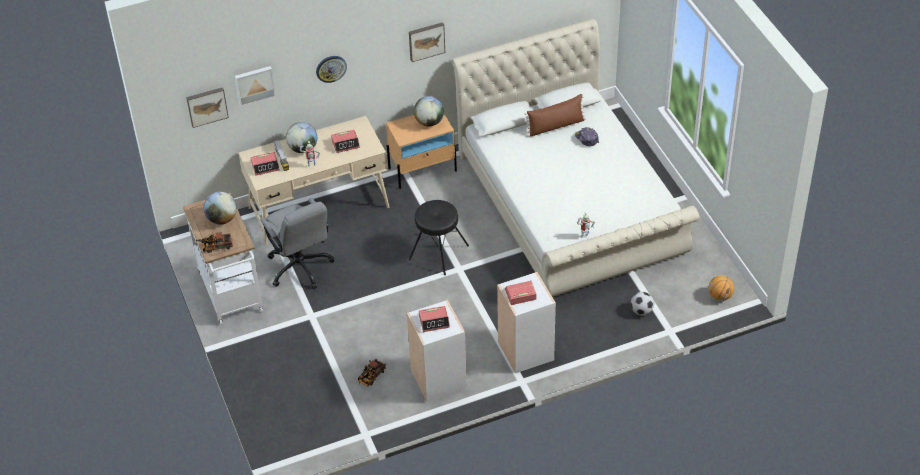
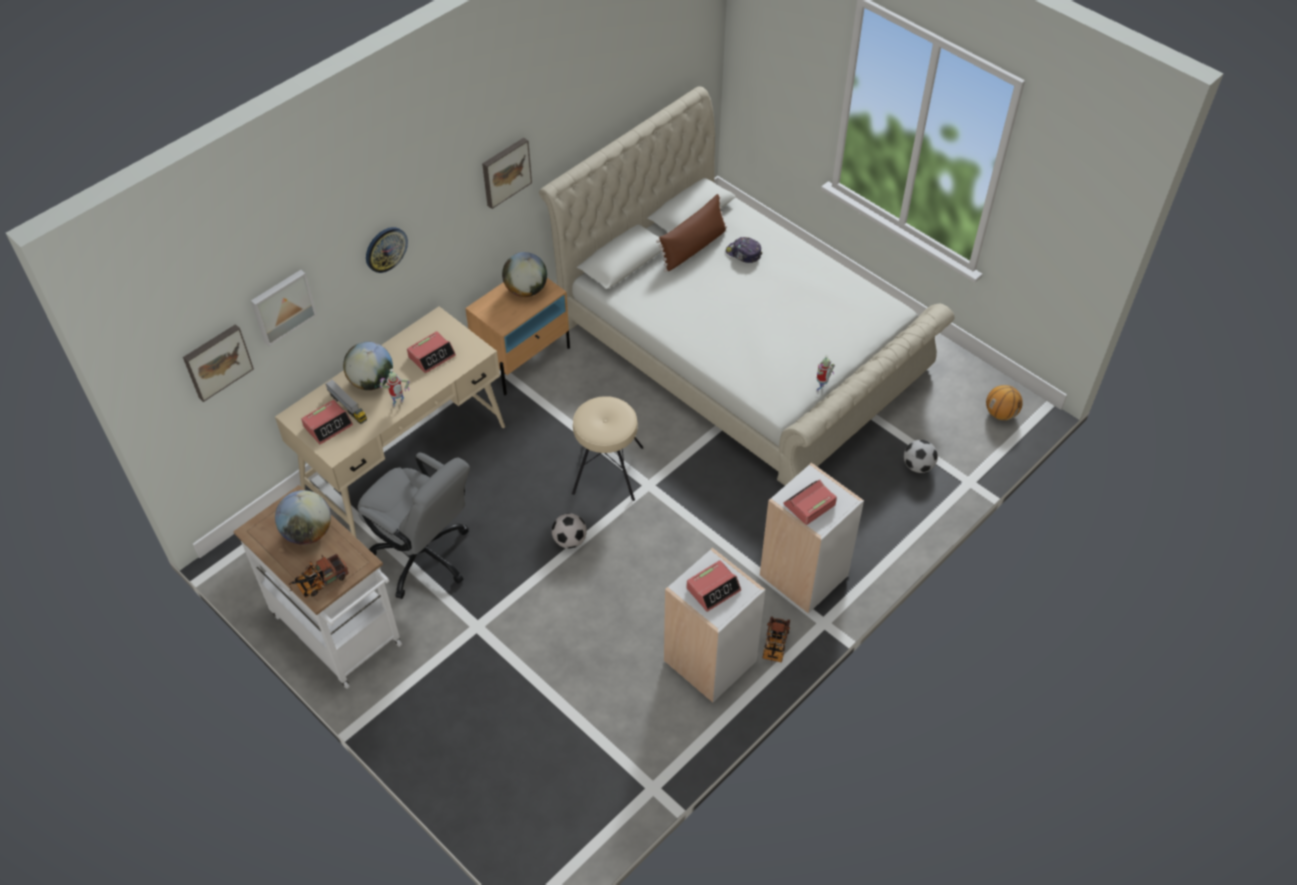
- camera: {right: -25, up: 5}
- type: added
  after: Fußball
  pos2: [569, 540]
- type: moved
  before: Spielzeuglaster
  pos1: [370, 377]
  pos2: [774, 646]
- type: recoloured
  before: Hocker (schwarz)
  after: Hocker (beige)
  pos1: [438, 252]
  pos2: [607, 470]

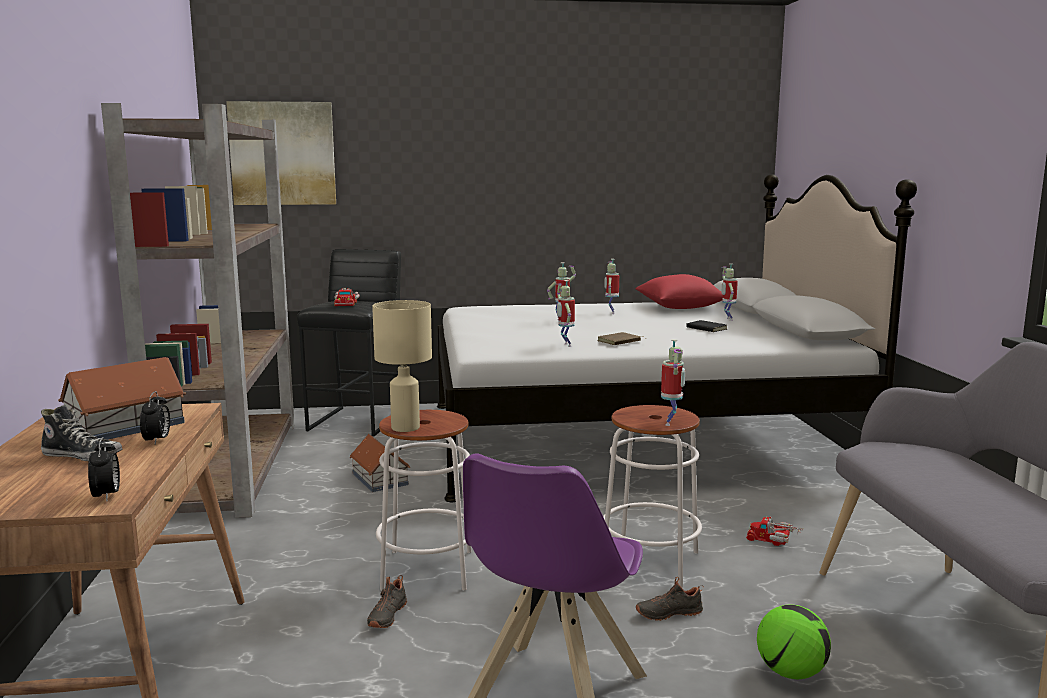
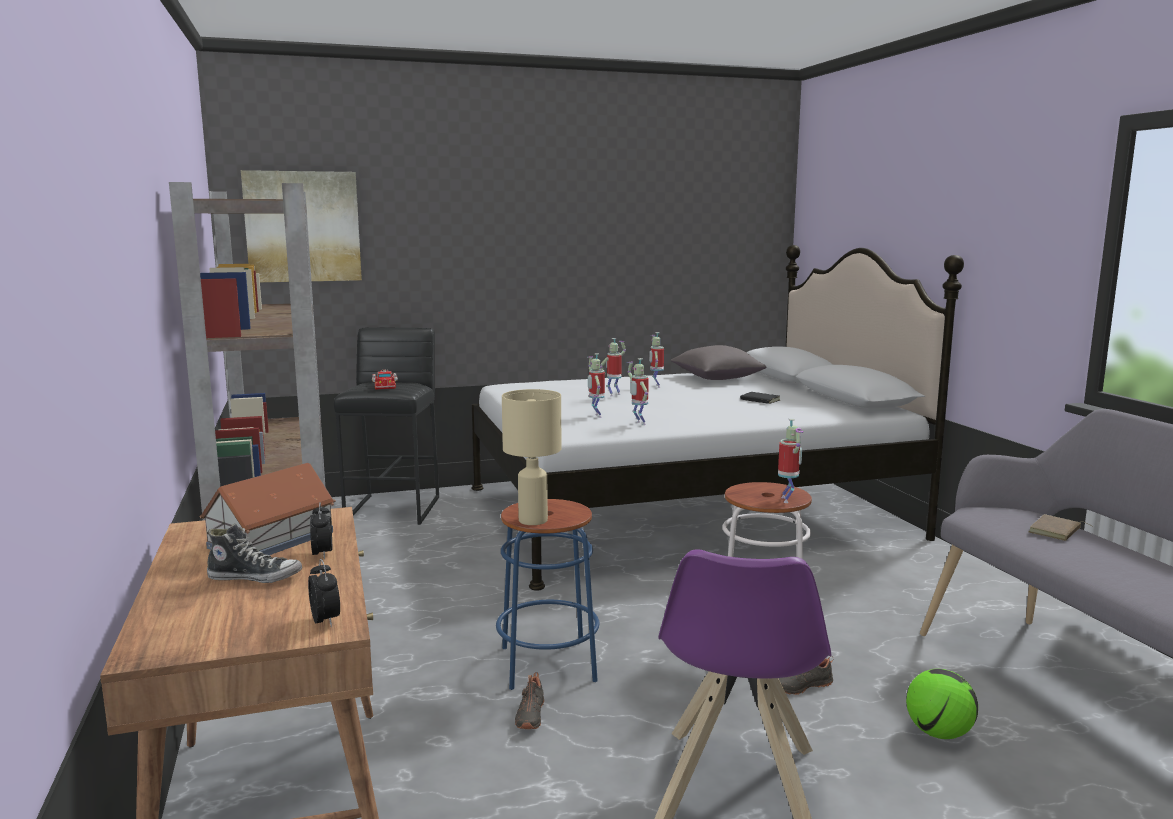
- camera: {right: -10, up: 0}
- type: removed
  before: Spielzeughaus
  pos1: [380, 478]
- type: removed
  before: Spielzeuglaster
  pos1: [774, 540]
- type: moved
  before: Buch (braun)
  pos1: [619, 341]
  pos2: [1056, 531]
- type: moved
  before: Spielzeugroboter
  pos1: [727, 319]
  pos2: [596, 416]
- type: recoloured
  before: Hocker (weiß)
  after: Hocker (blau)
  pos1: [427, 570]
  pos2: [548, 663]
- type: recoloured
  before: Kissen (rot)
  after: Kissen (grau)
  pos1: [679, 308]
  pos2: [716, 378]

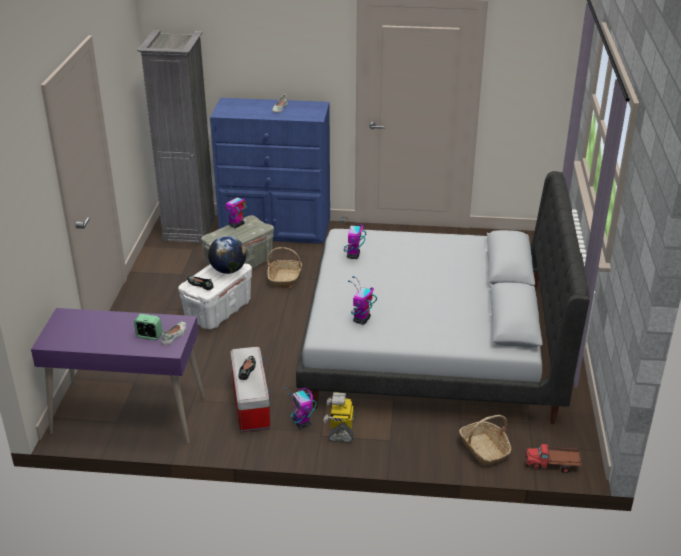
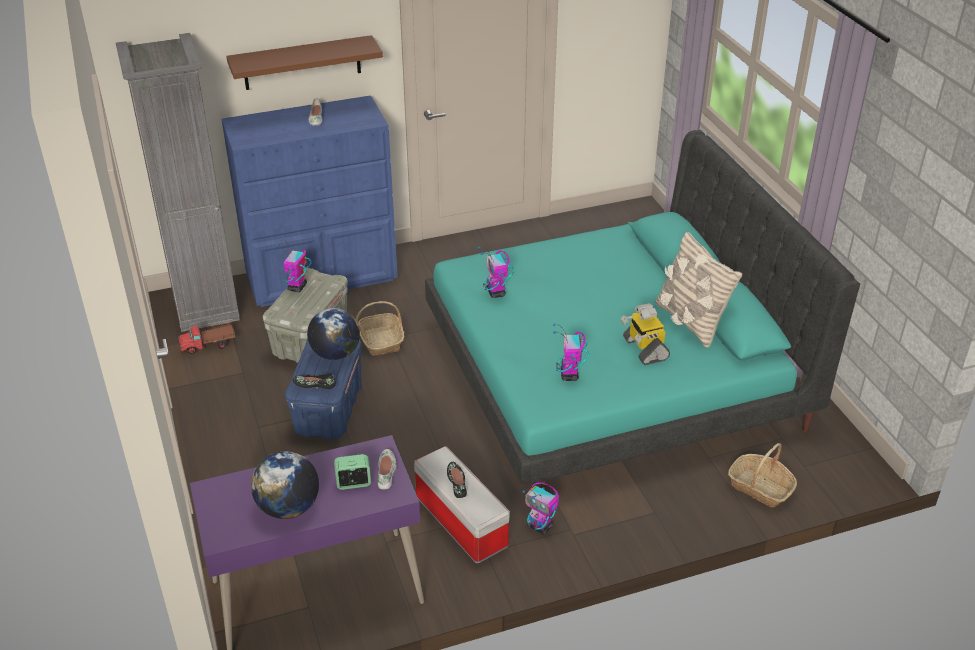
- camera: {right: -25, up: 5}
- type: added
  after: Wandregal (braun)
  pos2: [302, 63]
- type: added
  after: Globus
  pos2: [288, 508]
- type: added
  after: Kissen (beige)
  pos2: [690, 322]
- type: moved
  before: Spielzeugroboter
  pos1: [341, 429]
  pos2: [644, 349]
- type: moved
  before: Spielzeuglaster
  pos1: [552, 464]
  pos2: [209, 344]
- type: recoloured
  before: Aufbewahrungsbox (weiß)
  after: Aufbewahrungsbox (blau)
  pos1: [218, 311]
  pos2: [329, 410]
- type: recoloured
  before: Bett (grau)
  after: Bett (türkis)
  pos1: [433, 342]
  pos2: [614, 373]

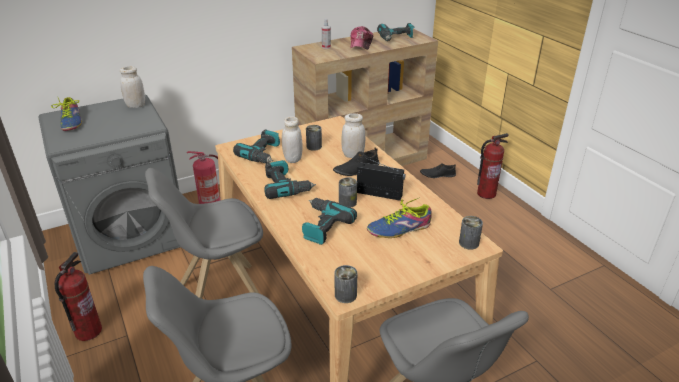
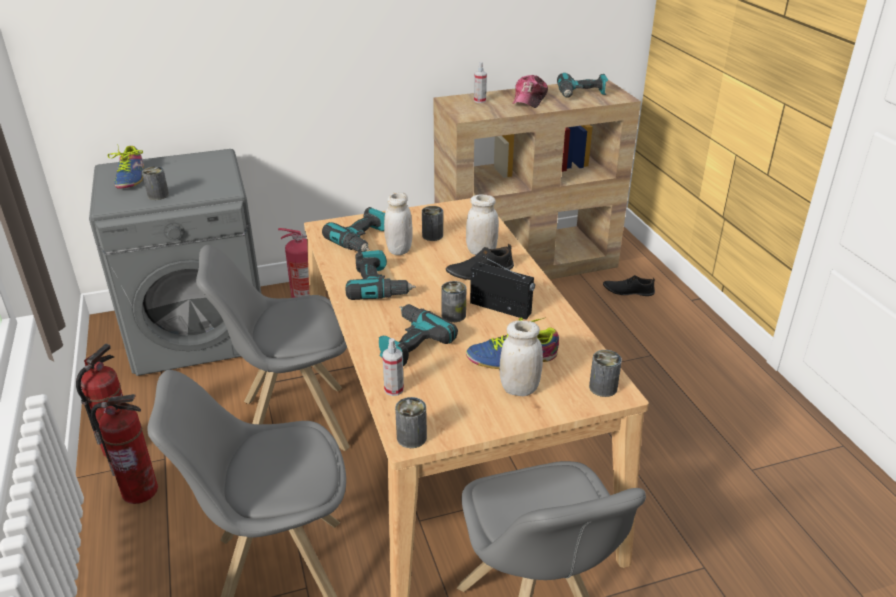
- camera: {right: 10, up: 0}
- type: added
  after: Dose
  pos2: [158, 195]
- type: added
  after: Sprühflasche
  pos2: [394, 389]
- type: moved
  before: Vorratsglas (weiß)
  pos1: [136, 105]
  pos2: [519, 389]
- type: moved
  before: Feuerlöscher
  pos1: [486, 193]
  pos2: [140, 490]

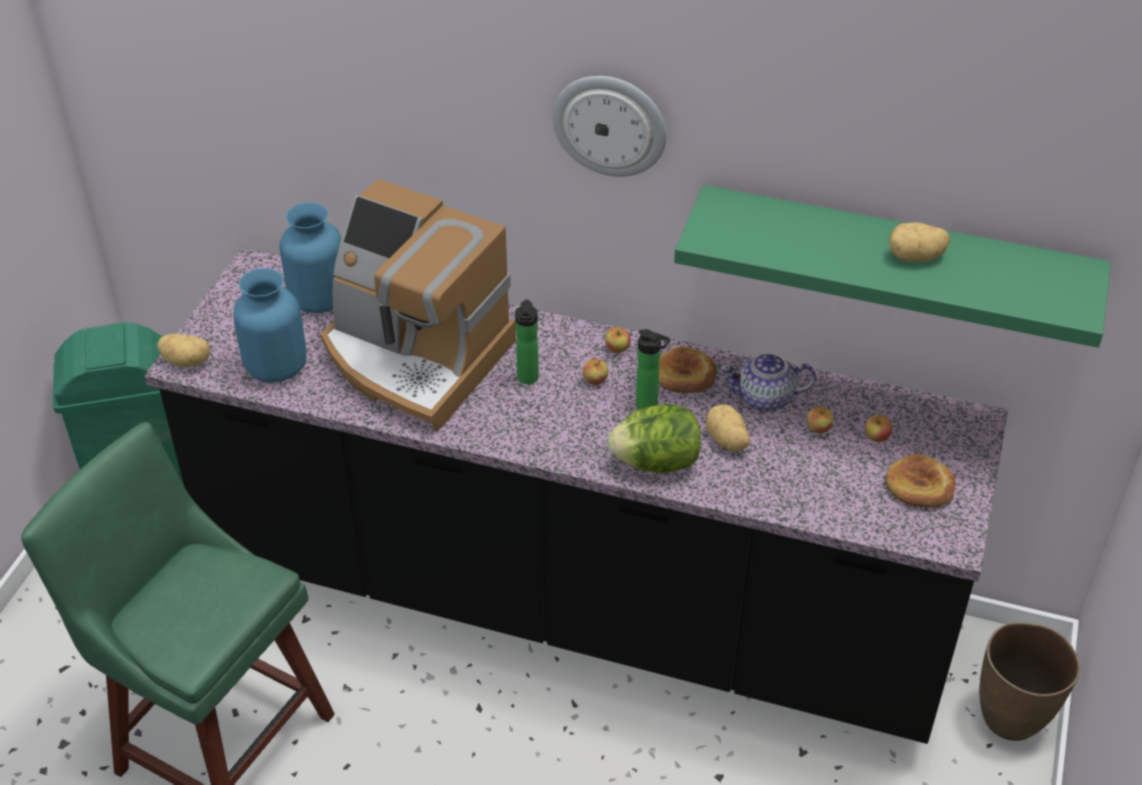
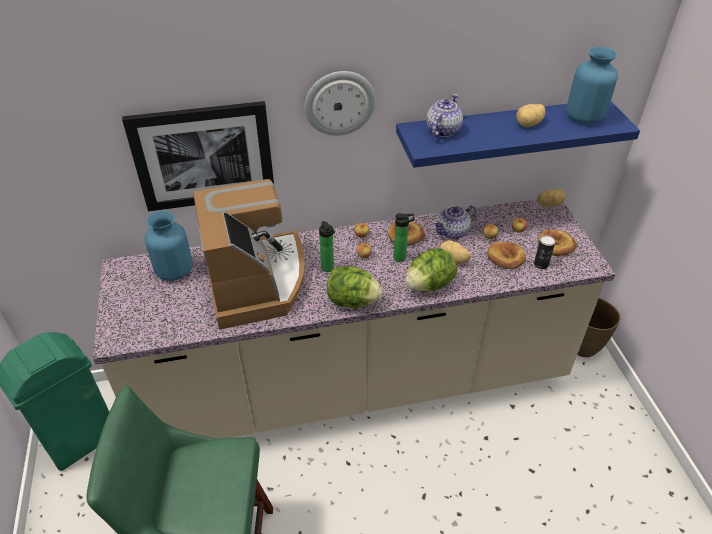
- camera: {right: -30, up: 0}
- type: added
  after: Bild
  pos2: [203, 156]
- type: added
  after: Salatkopf
  pos2: [352, 301]
- type: added
  after: Teekanne
  pos2: [442, 131]
- type: added
  after: Brot
  pos2: [506, 257]
- type: added
  after: Dose
  pos2: [541, 264]
- type: moved
  before: Kartoffel
  pos1: [187, 361]
  pos2: [549, 204]
- type: moved
  before: Vase (blau)
  pos1: [276, 367]
  pos2: [584, 117]
- type: recoloured
  before: Küchenzeile (schwarz)
  after: Küchenzeile (beige)
  pos1: [571, 603]
  pos2: [356, 385]
- type: recoloured
  before: Wandregal (grün)
  after: Wandregal (blau)
  pos1: [894, 259]
  pos2: [501, 133]
- type: turned
  before: Kaffeemaschine
  pos1: [414, 358]
  pos2: [256, 282]
  turn: -105

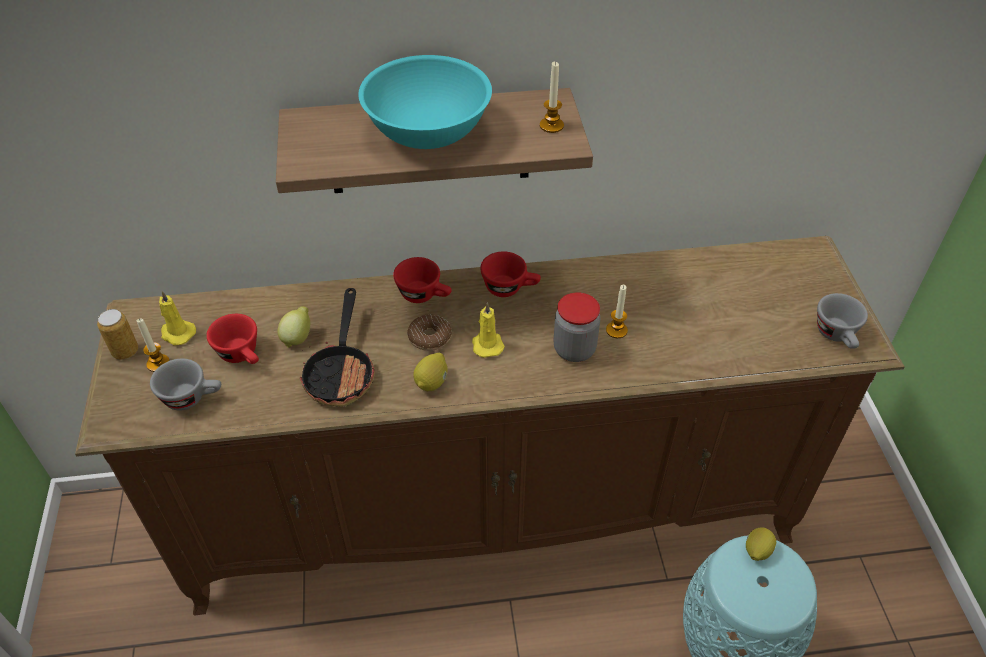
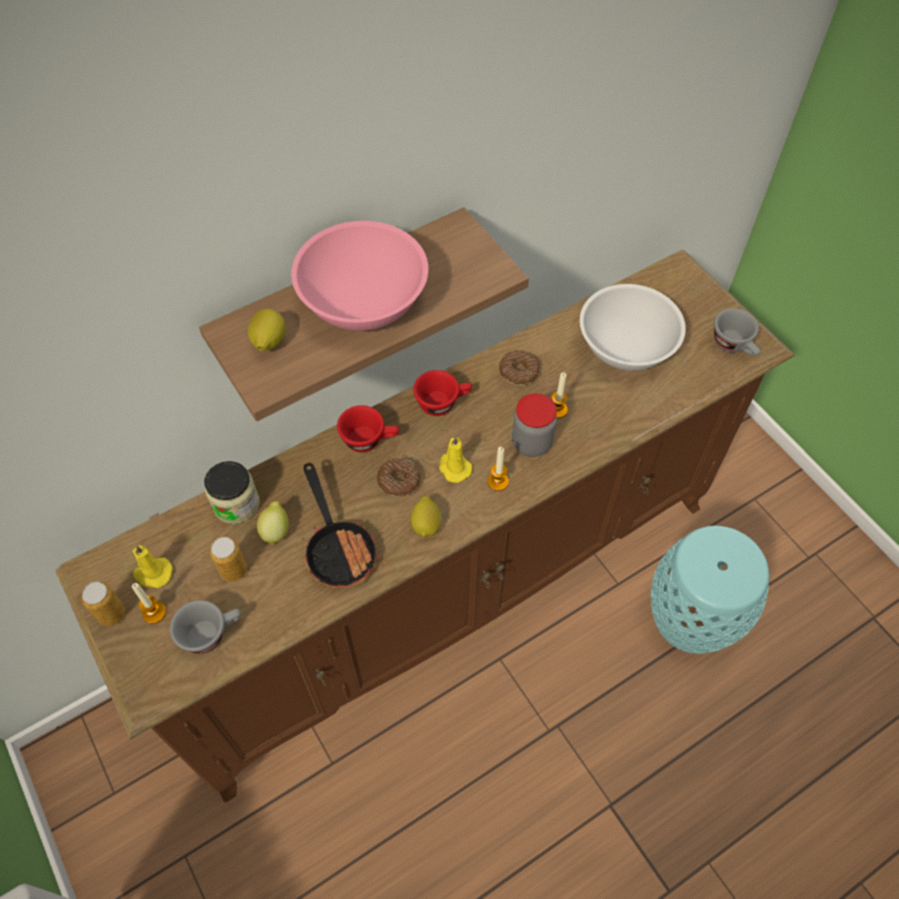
- camera: {right: -25, up: 10}
- type: added
  after: Vorratsglas
  pos2: [236, 504]
- type: added
  after: Donut
  pos2: [518, 372]
- type: added
  after: Schüssel (weiß)
  pos2: [625, 347]
- type: moved
  before: Kerze
  pos1: [551, 125]
  pos2: [498, 482]
- type: moved
  before: Zitrone
  pos1: [757, 551]
  pos2: [269, 342]
- type: replaced
  before: Tasse (rot)
  after: Dose
  pos1: [242, 355]
  pos2: [233, 570]
- type: recoloured
  before: Schüssel (türkis)
  after: Schüssel (rosa)
  pos1: [426, 131]
  pos2: [363, 303]

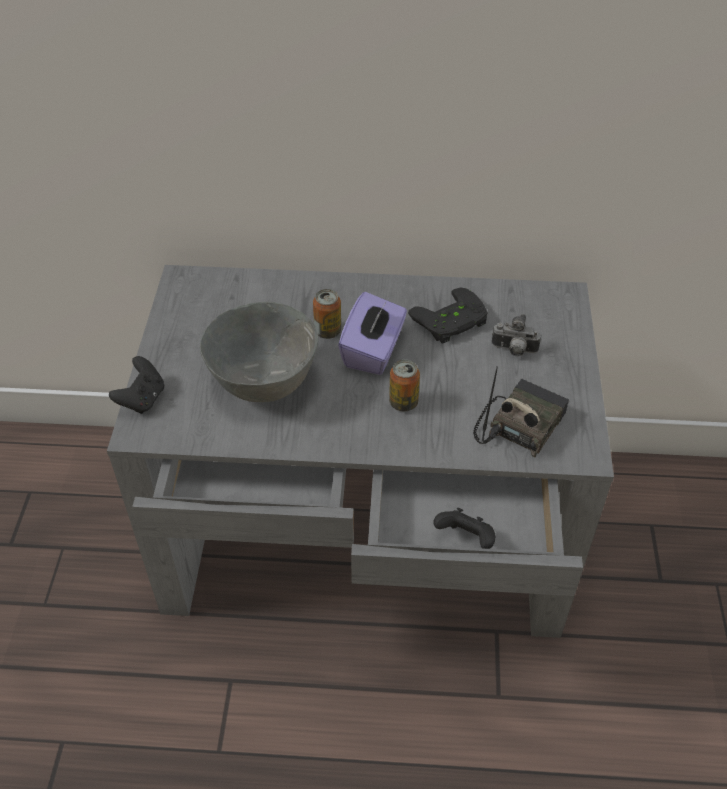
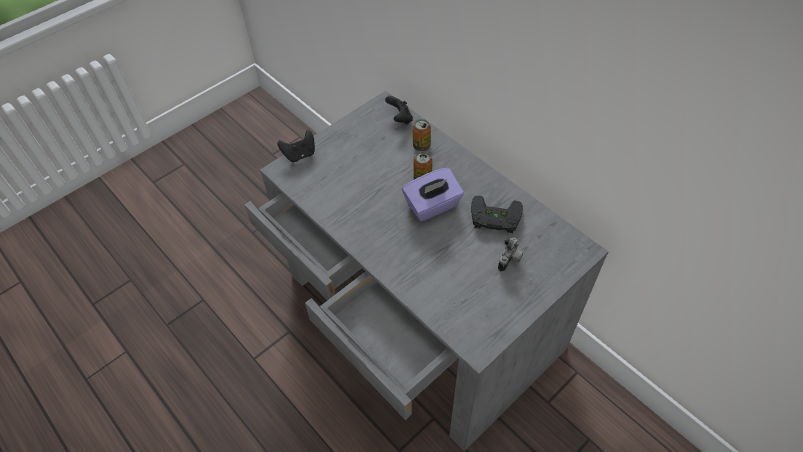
- camera: {right: 45, up: 5}
- type: removed
  before: Schüssel (grau)
  pos1: [263, 384]
- type: removed
  before: Radio
  pos1: [519, 424]
- type: moved
  before: Dose
  pos1: [403, 403]
  pos2: [421, 146]
- type: moved
  before: Gamepad (schwarz)
  pos1: [465, 539]
  pos2: [400, 118]
- type: turned
  before: Kamera
  pos1: [513, 351]
  pos2: [510, 260]
  turn: -120

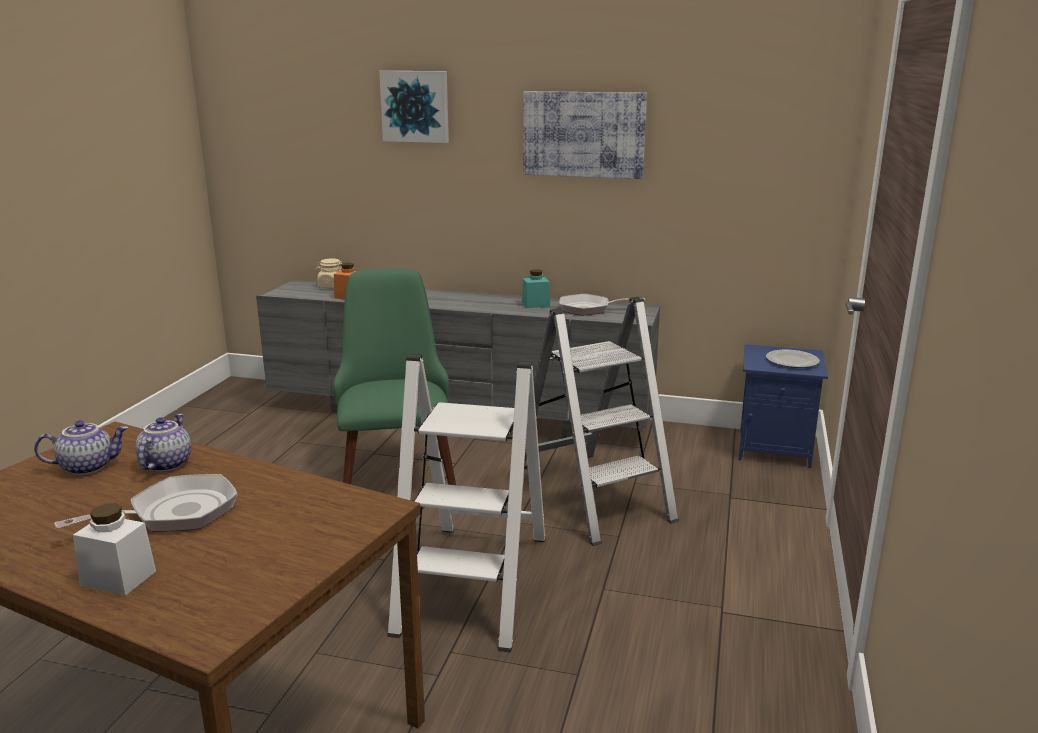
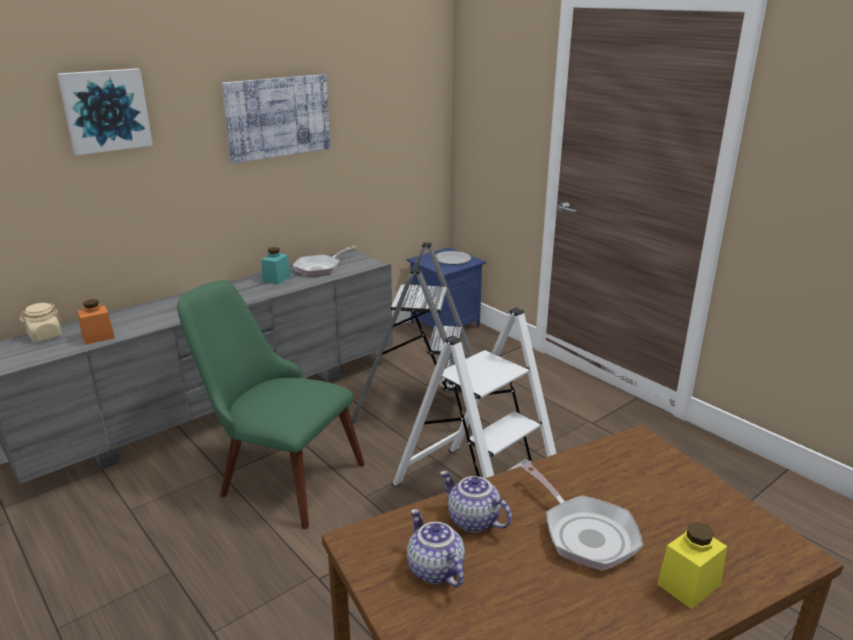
- camera: {right: -55, up: 5}
- type: recoloured
  before: Vorratsglas (weiß)
  after: Vorratsglas (gelb)
  pos1: [118, 578]
  pos2: [688, 584]
- type: turned
  before: Teekanne
  pos1: [88, 466]
  pos2: [433, 570]
  turn: -45
- type: turned
  before: Pfanne
  pos1: [175, 513]
  pos2: [585, 533]
  turn: 150

